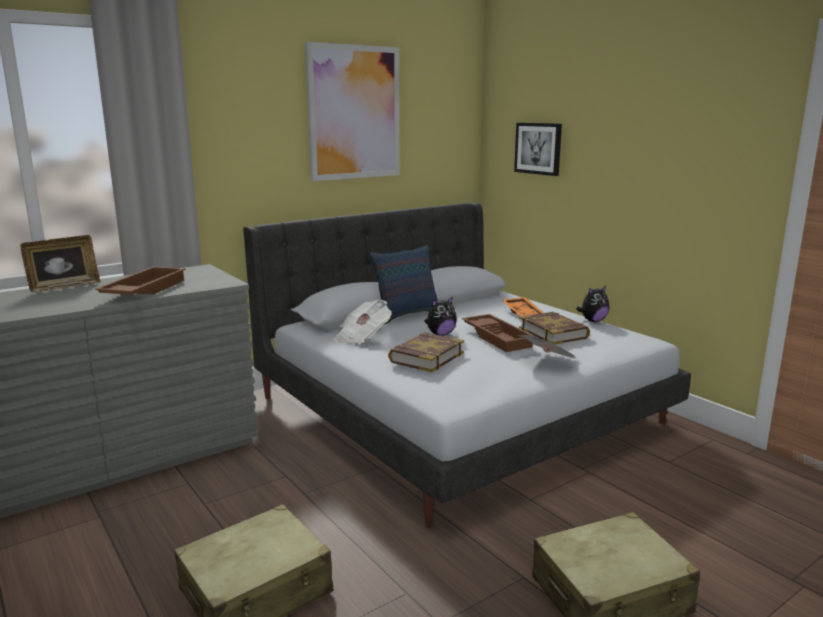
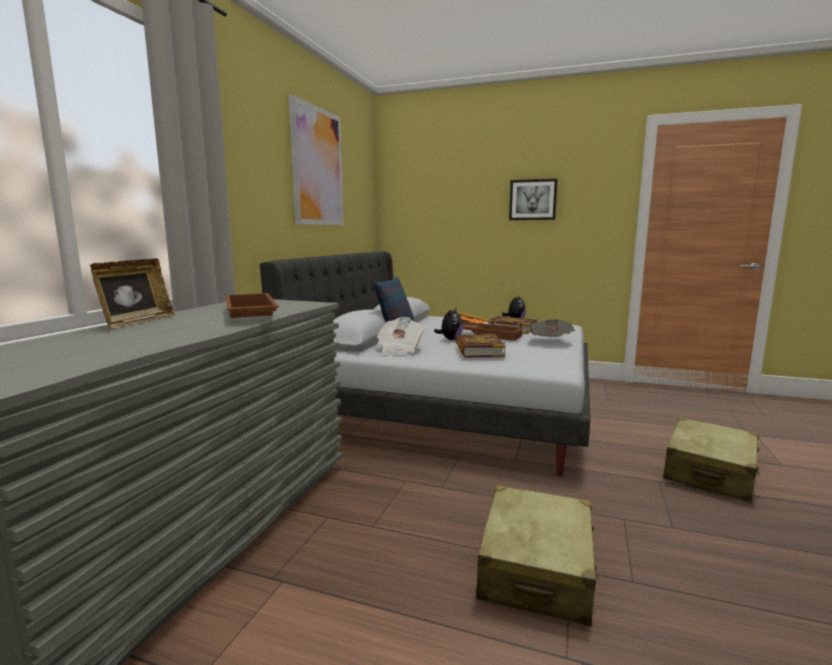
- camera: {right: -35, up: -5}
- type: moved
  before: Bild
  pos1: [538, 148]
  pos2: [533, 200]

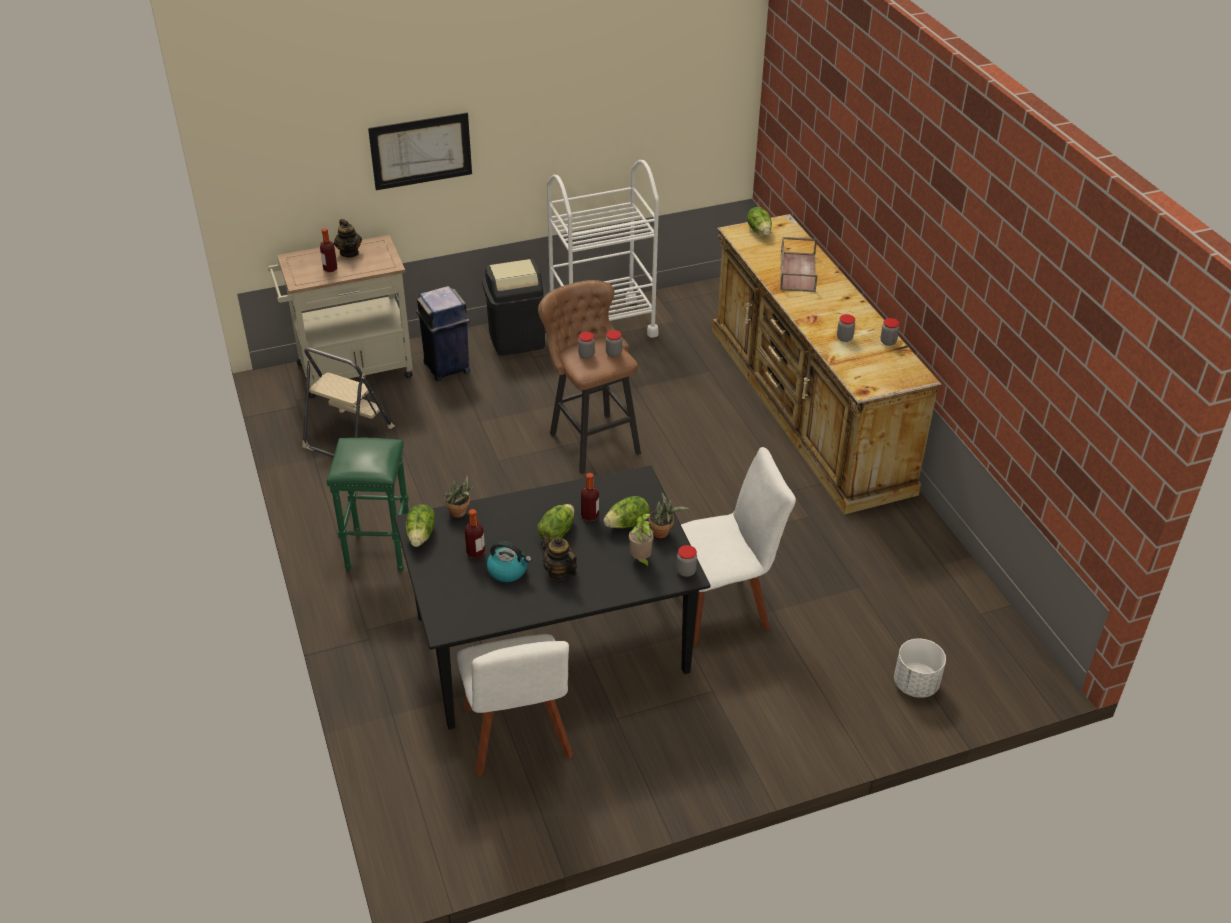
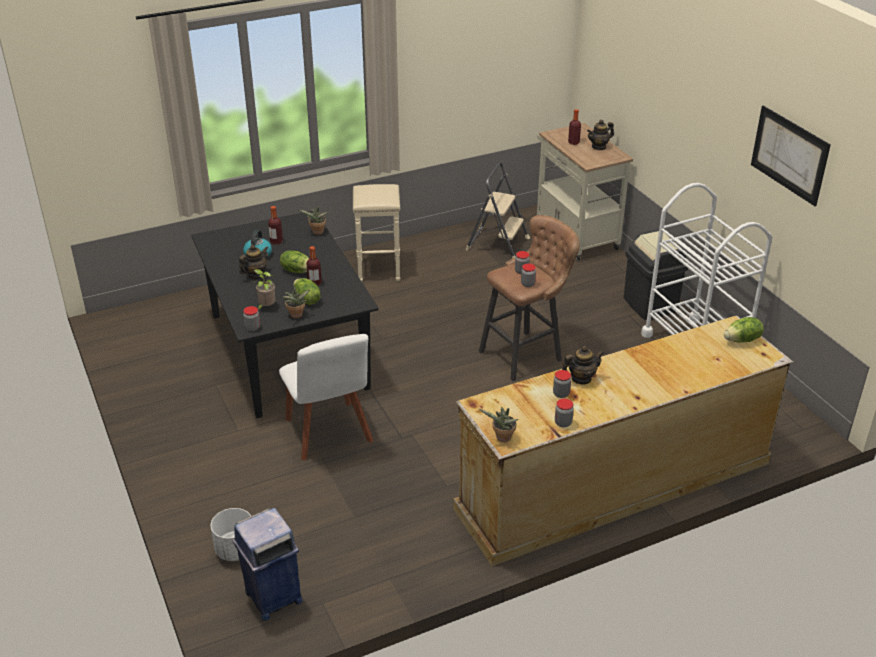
- camera: {right: 85, up: -5}
- type: removed
  before: Salatkopf
  pos1: [421, 535]
- type: removed
  before: Stuhl (weiß)
  pos1: [518, 737]
- type: removed
  before: Tablett (braun)
  pos1: [797, 271]
- type: added
  after: Topfpflanze
  pos2: [502, 438]
- type: added
  after: Teekanne
  pos2: [581, 378]
- type: moved
  before: Bild
  pos1: [421, 151]
  pos2: [789, 155]
- type: moved
  before: Mülleimer (blau)
  pos1: [447, 367]
  pos2: [272, 597]
- type: recoloured
  before: Hocker (grün)
  after: Hocker (beige)
  pos1: [377, 550]
  pos2: [378, 270]

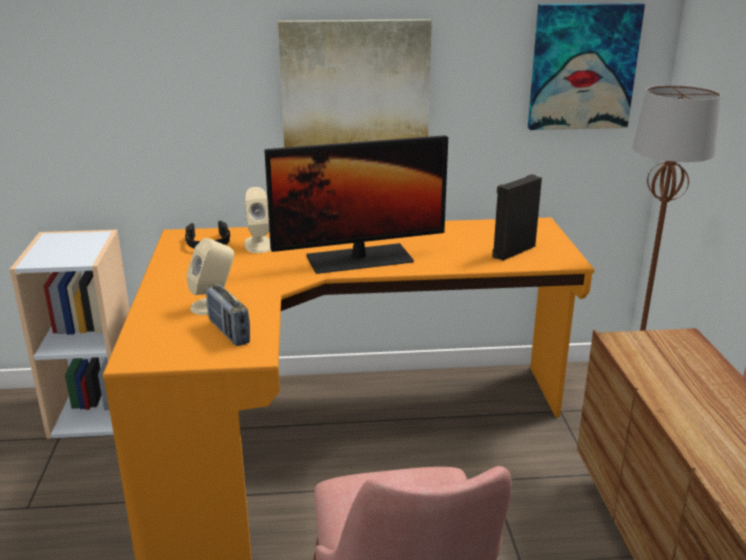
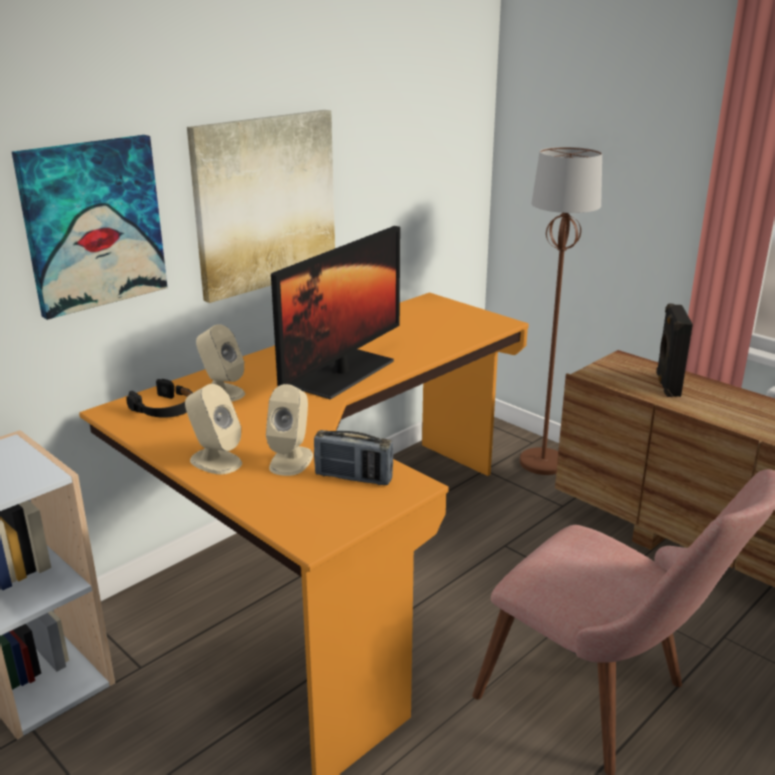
- camera: {right: -40, up: 0}
- type: added
  after: Lautsprecher (beige)
  pos2: [215, 461]
- type: moved
  before: Lautsprecher (schwarz)
  pos1: [512, 251]
  pos2: [666, 385]
- type: moved
  before: Bild
  pos1: [582, 67]
  pos2: [93, 224]

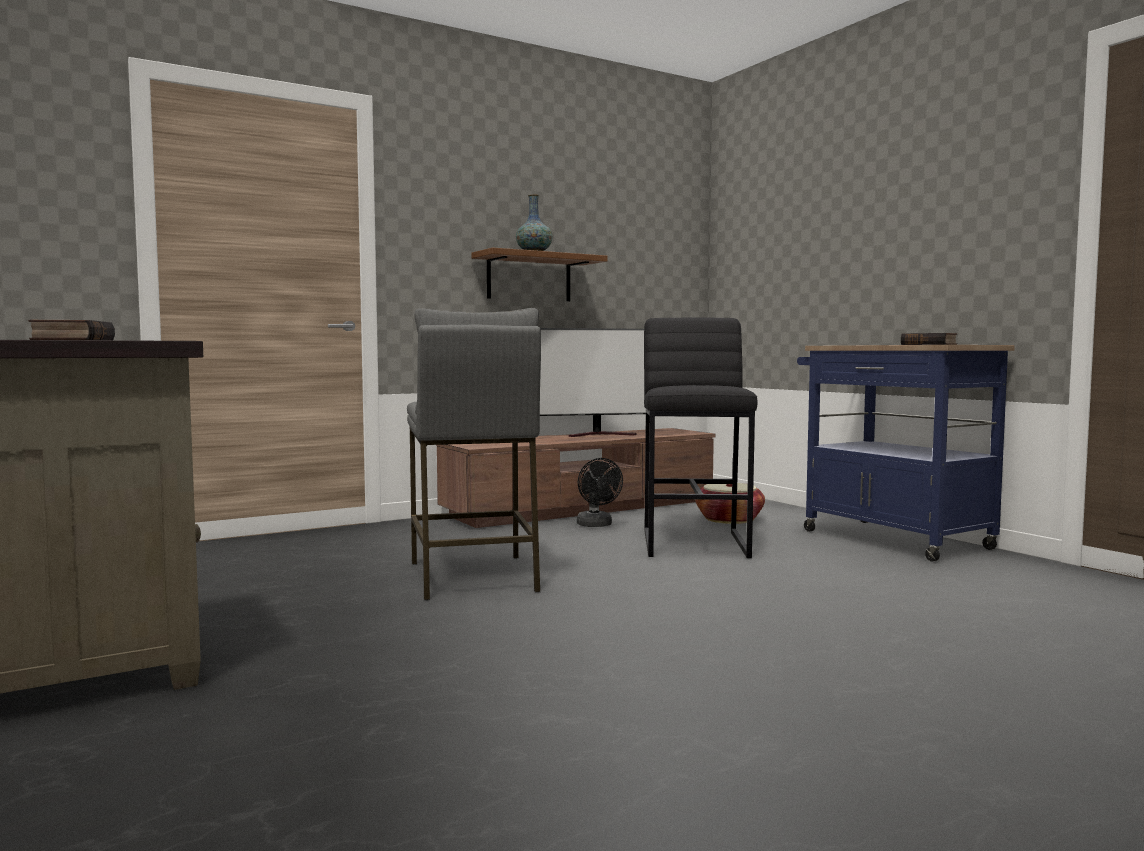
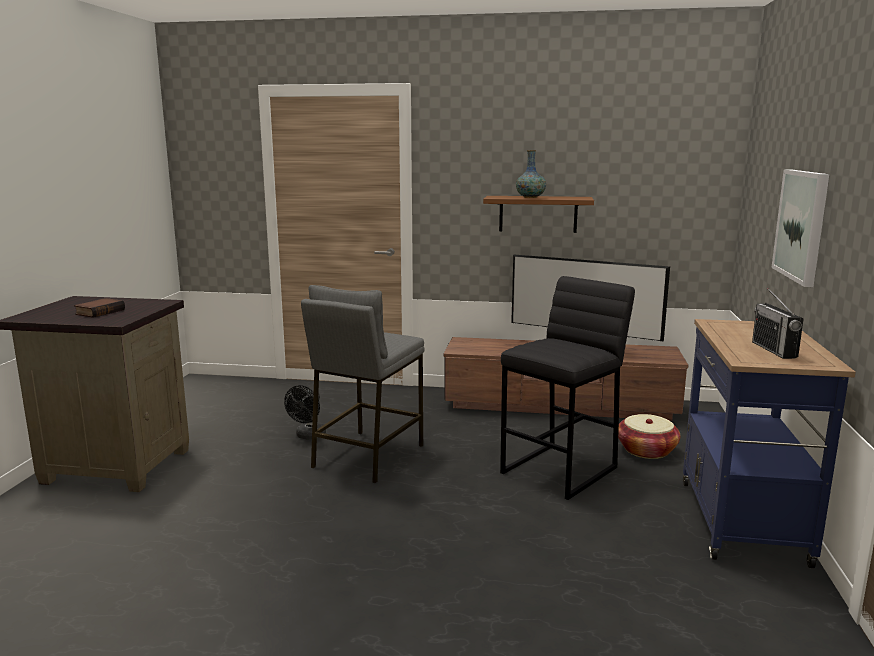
- camera: {right: 40, up: 10}
- type: added
  after: Bild
  pos2: [802, 225]
- type: moved
  before: Ventilator (schwarz)
  pos1: [596, 525]
  pos2: [308, 436]
- type: replaced
  before: Buch
  after: Radio
  pos1: [930, 344]
  pos2: [774, 350]

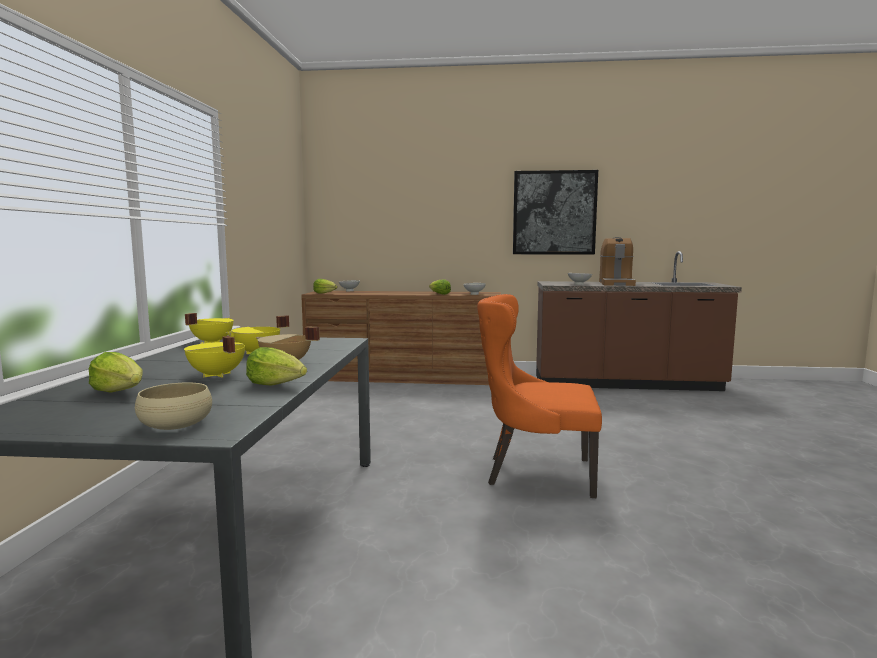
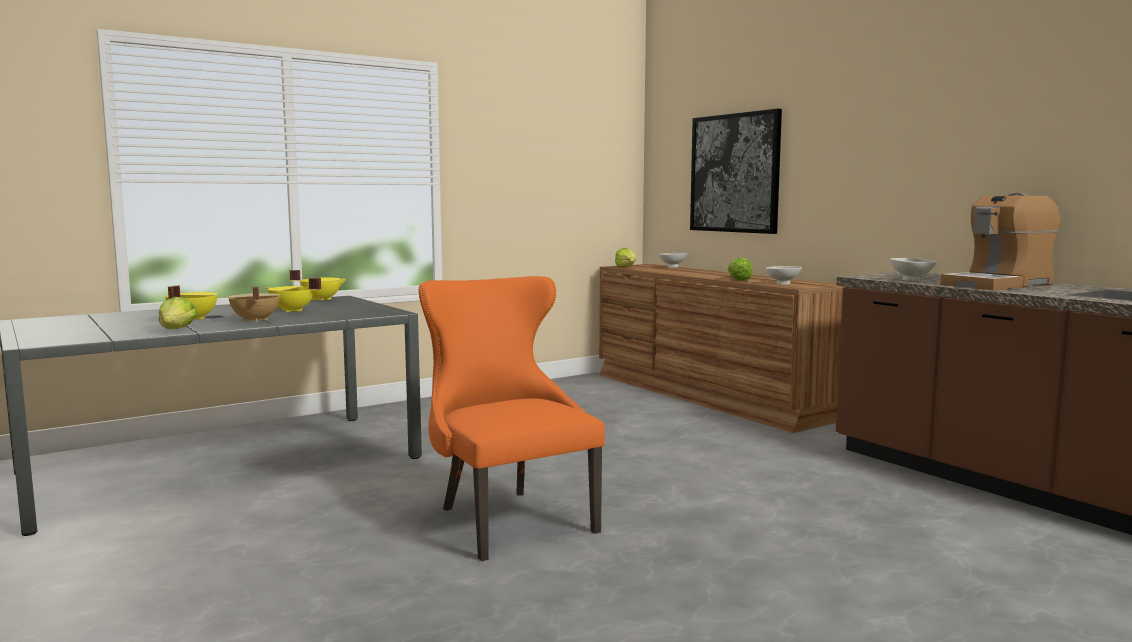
- camera: {right: 50, up: 0}
- type: removed
  before: Salatkopf
  pos1: [120, 392]
- type: removed
  before: Schüssel (beige)
  pos1: [176, 424]
- type: moved
  before: Bild
  pos1: [554, 213]
  pos2: [734, 173]

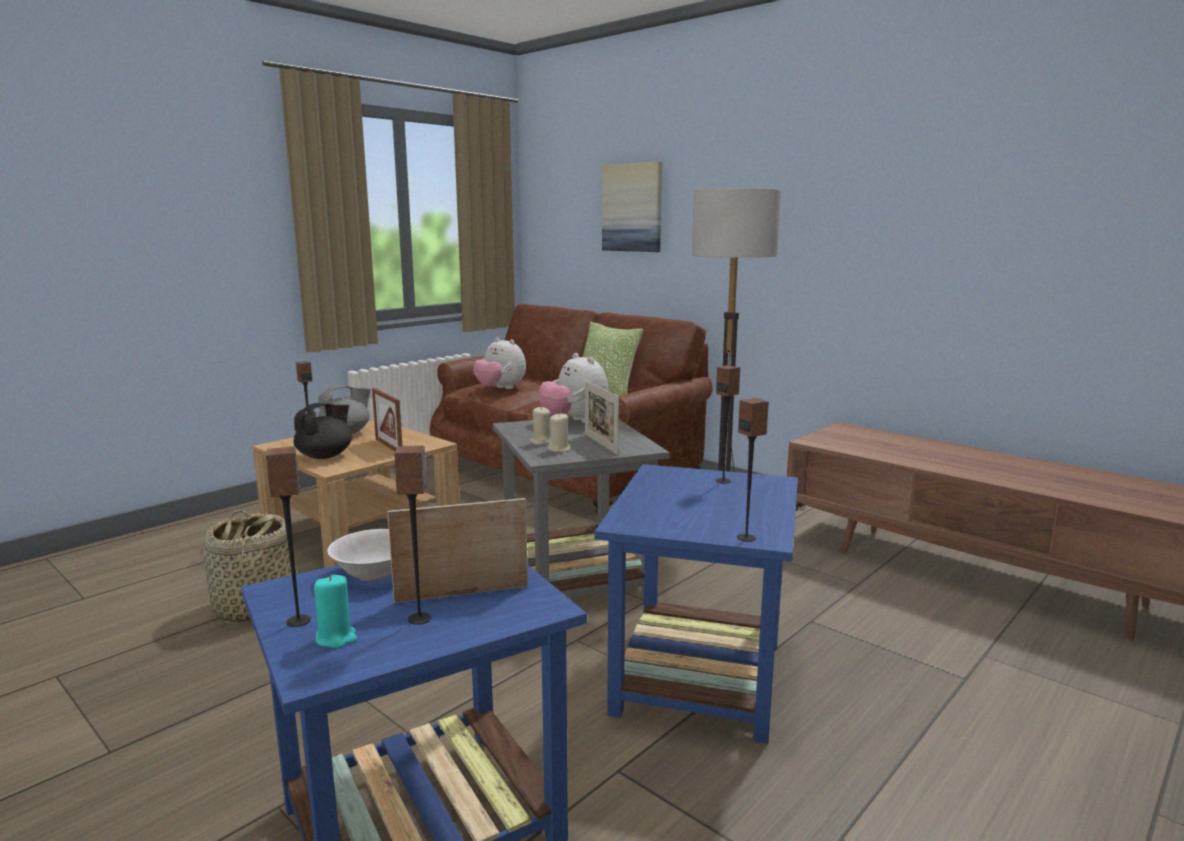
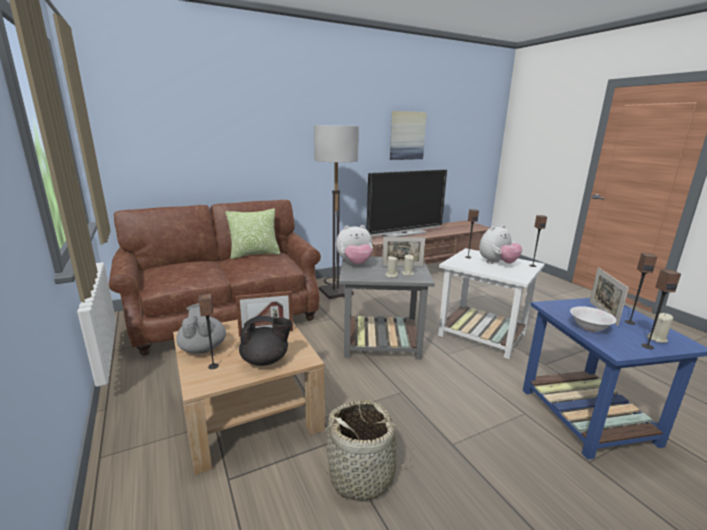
- camera: {right: -70, up: 5}
- type: added
  after: Fernseher
  pos2: [404, 233]
- type: moved
  before: Plüschtier
  pos1: [500, 389]
  pos2: [497, 263]
- type: moved
  before: Bild
  pos1: [632, 207]
  pos2: [407, 135]
- type: recoloured
  before: Kerze (türkis)
  after: Kerze (beige)
  pos1: [336, 638]
  pos2: [657, 339]
- type: recoloured
  before: Beistelltisch (blau)
  after: Beistelltisch (weiß)
  pos1: [698, 678]
  pos2: [483, 334]
- type: turned
  before: Teekanne (schwarz)
  pos1: [325, 456]
  pos2: [266, 360]
  turn: 120

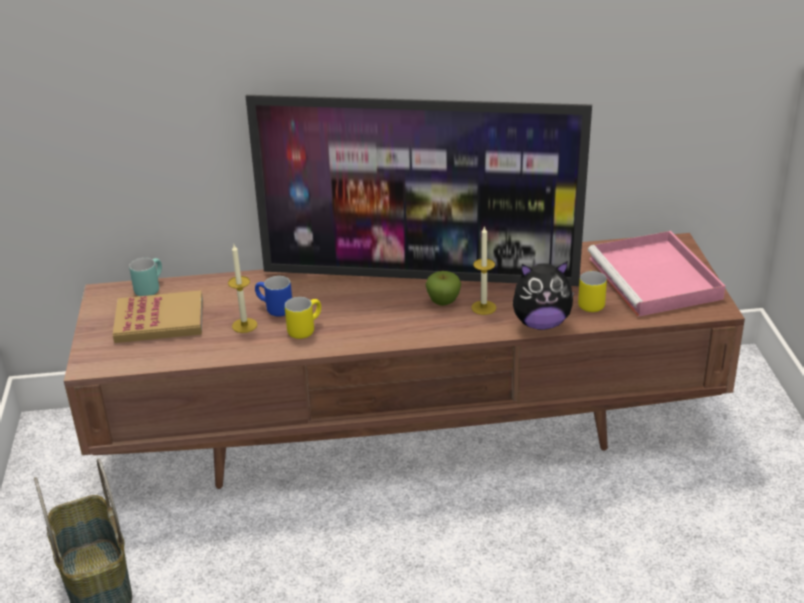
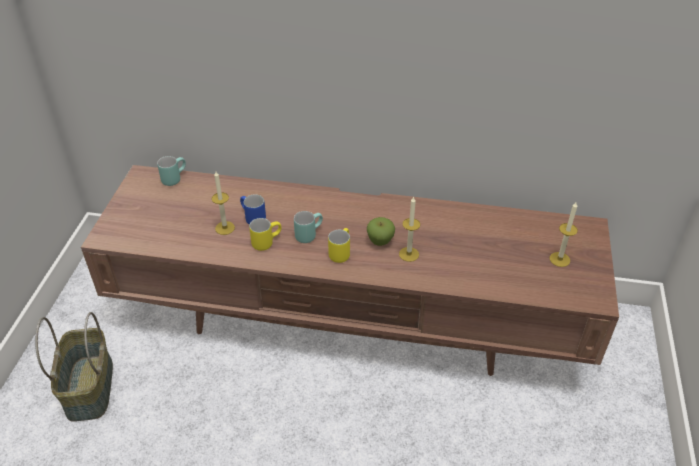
- camera: {right: 15, up: 10}
- type: removed
  before: Buch
  pos1: [159, 321]
- type: removed
  before: Fernseher
  pos1: [420, 276]
- type: removed
  before: Plüschtier
  pos1: [541, 323]
- type: added
  after: Henkelbecher (türkis)
  pos2: [308, 234]
- type: moved
  before: Henkelbecher (gelb)
  pos1: [589, 302]
  pos2: [339, 252]
- type: replaced
  before: Tablett (rosa)
  after: Kerze
  pos1: [656, 279]
  pos2: [559, 259]

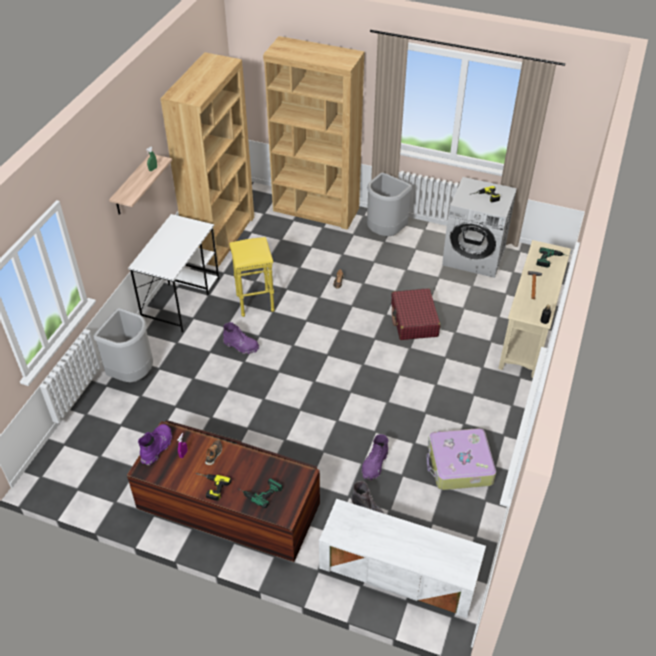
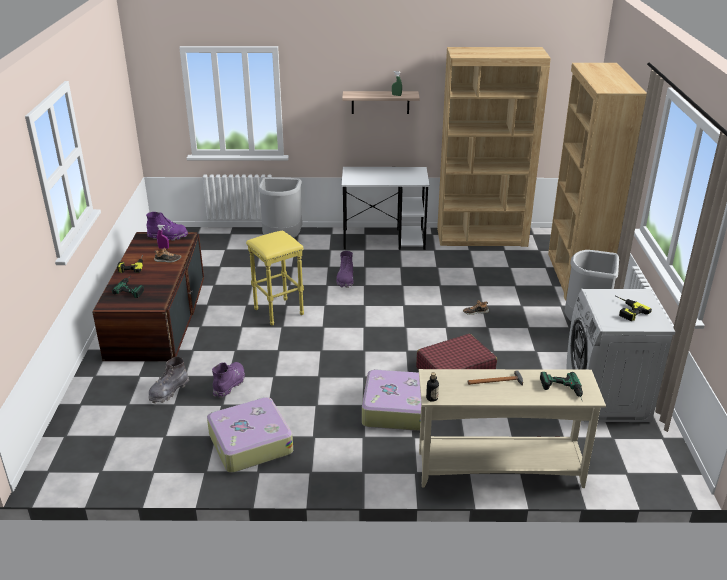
- camera: {right: 70, up: -15}
- type: removed
  before: Bank (weiß)
  pos1: [397, 572]
- type: added
  after: Koffer
  pos2: [396, 408]
- type: moved
  before: Hocker (gelb)
  pos1: [254, 303]
  pos2: [277, 311]
- type: turned
  before: Stiefel (lila)
  pos1: [374, 465]
  pos2: [229, 384]
  turn: 105

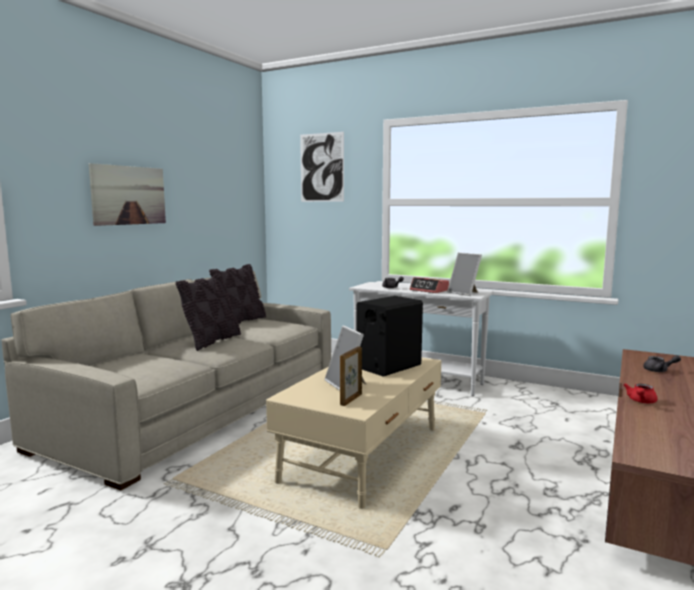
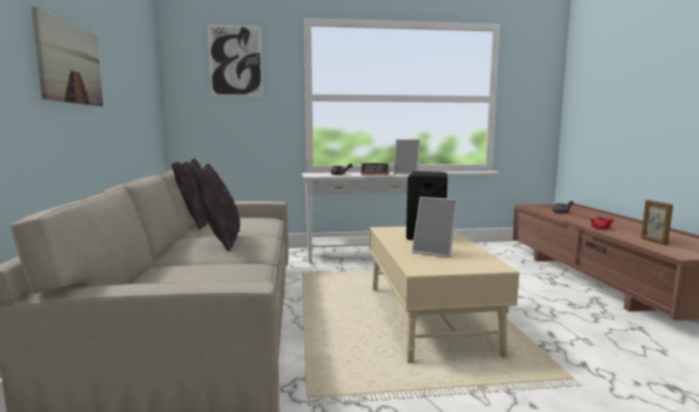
- camera: {right: -35, up: 0}
- type: moved
  before: Bilderrahmen
  pos1: [350, 399]
  pos2: [653, 241]

